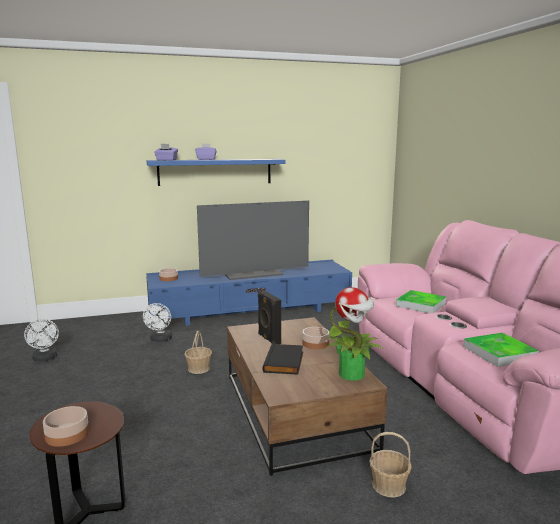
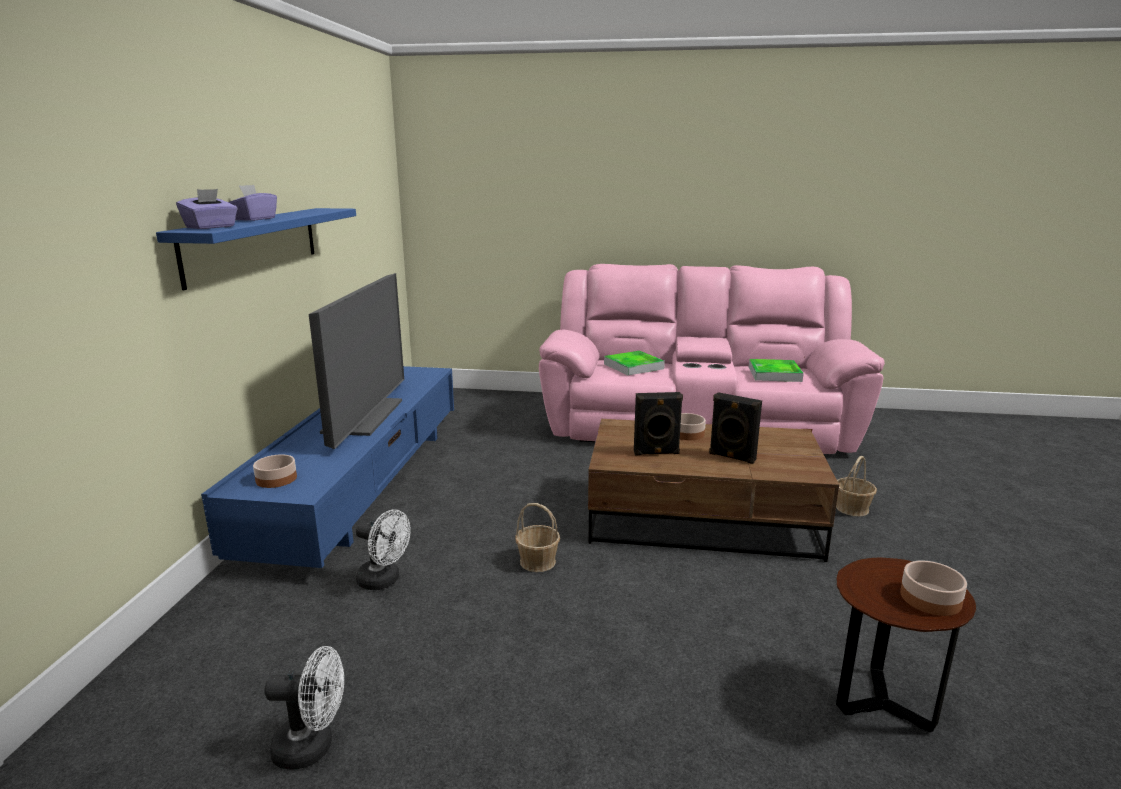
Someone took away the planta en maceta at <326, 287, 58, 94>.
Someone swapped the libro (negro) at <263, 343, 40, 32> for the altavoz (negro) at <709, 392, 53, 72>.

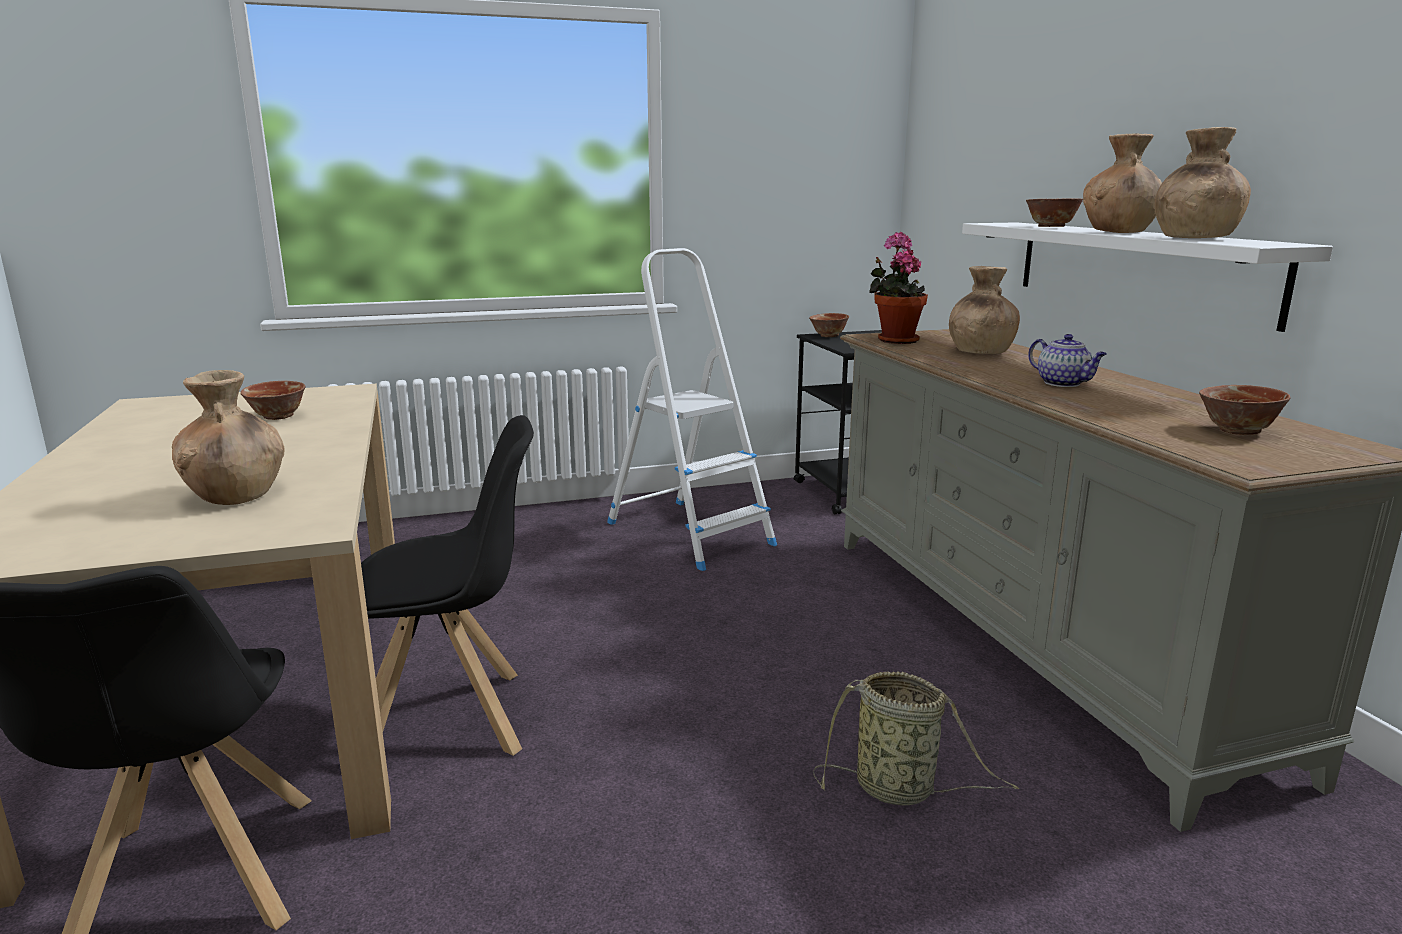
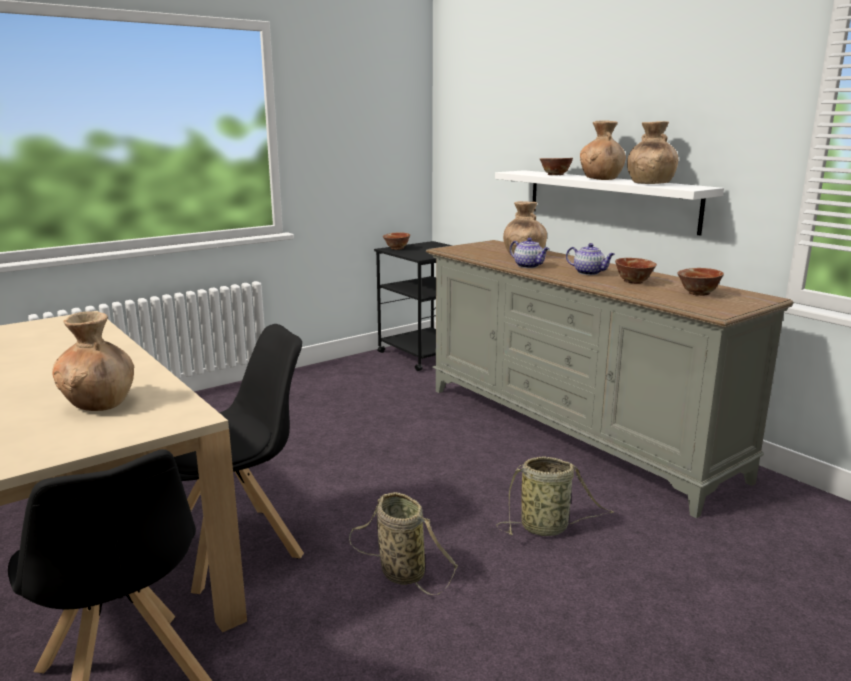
Someone took away the planta en maceta at <869, 232, 59, 112>.
Someone took away the escalera de tijera (blanco) at <607, 248, 170, 323>.
Someone carried the cuenco from <240, 381, 65, 39> to <615, 258, 42, 26>.
Someone put down the tetera at <510, 238, 39, 30>.
Someone put down the cesta at <349, 492, 109, 103>.

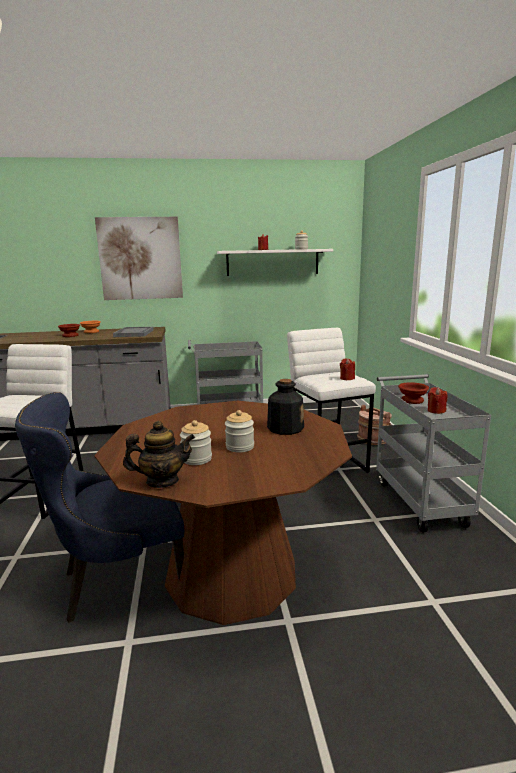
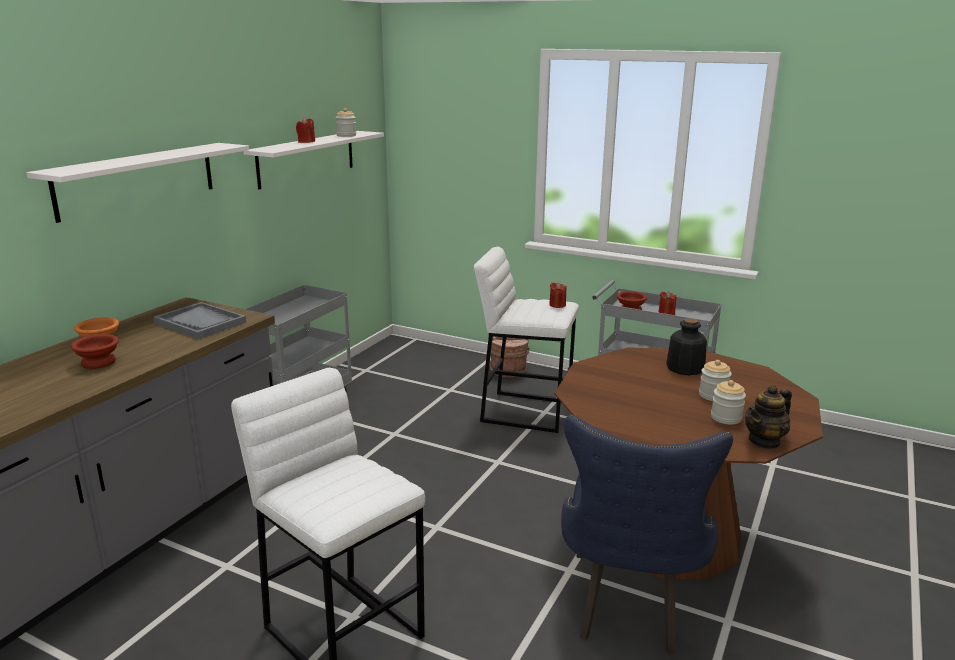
Someone swapped the cuadro at <95, 217, 88, 83> for the estante (blanco) at <27, 143, 222, 80>.
Someone rotated the tetera at <123, 421, 72, 67> by 150 degrees counterclockwise.

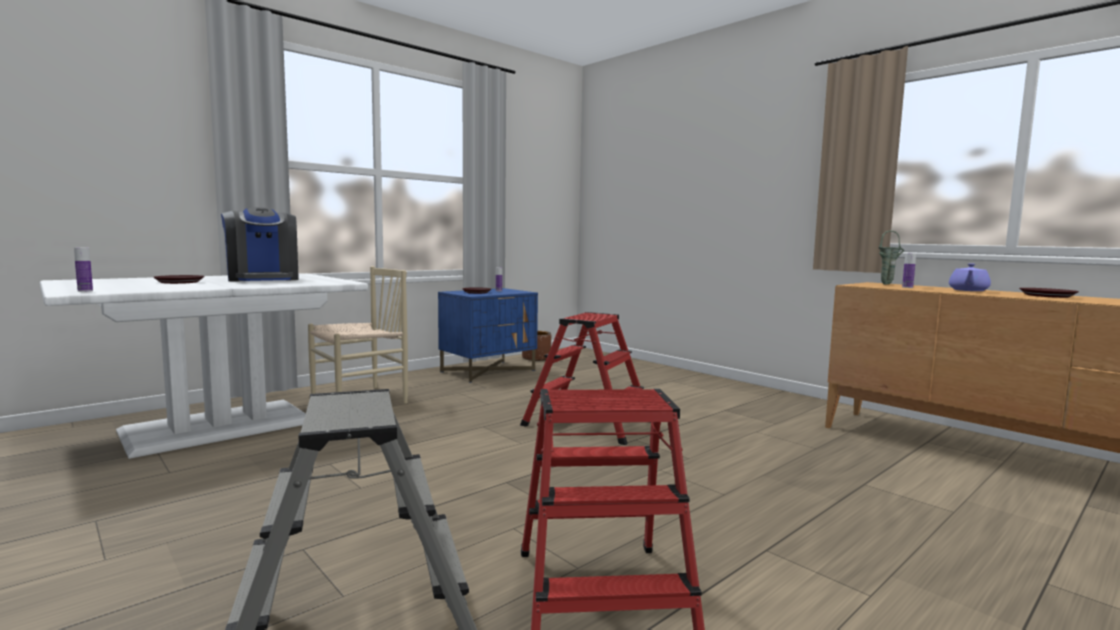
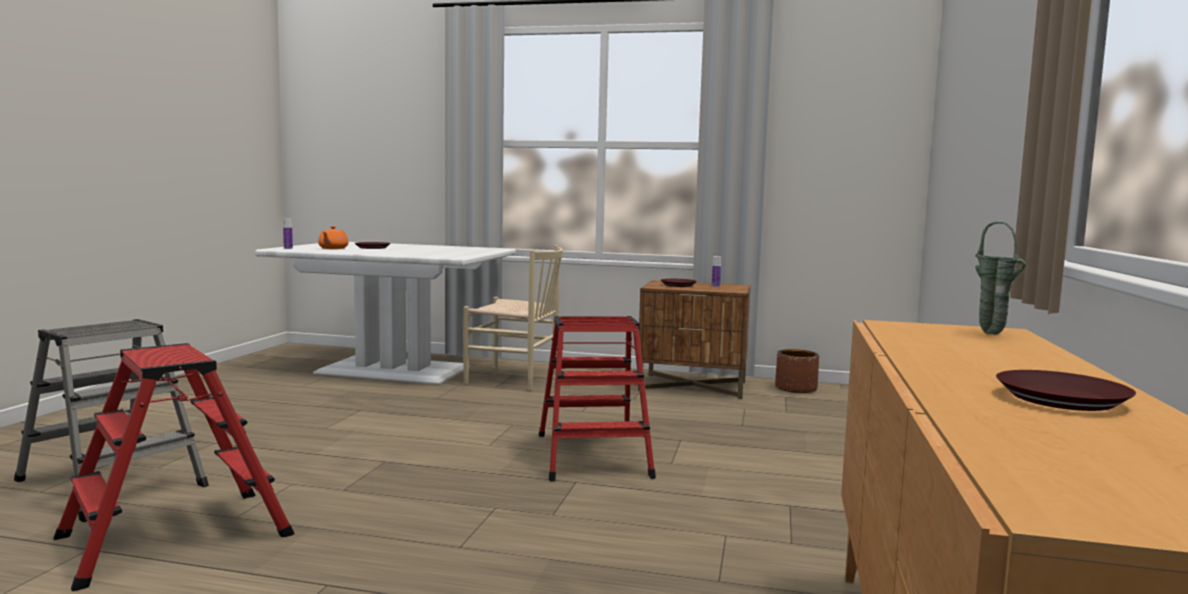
Someone took away the cafetera at <221, 207, 78, 74>.
Someone took away the botella at <902, 253, 14, 35>.
Someone took away the tetera (morado) at <949, 263, 42, 28>.
Someone repainted the mesita de noche (azul) at <438, 288, 100, 94>, which became the mesita de noche (marrón) at <638, 280, 113, 119>.
Someone put down the tetera (naranja) at <318, 226, 30, 23>.

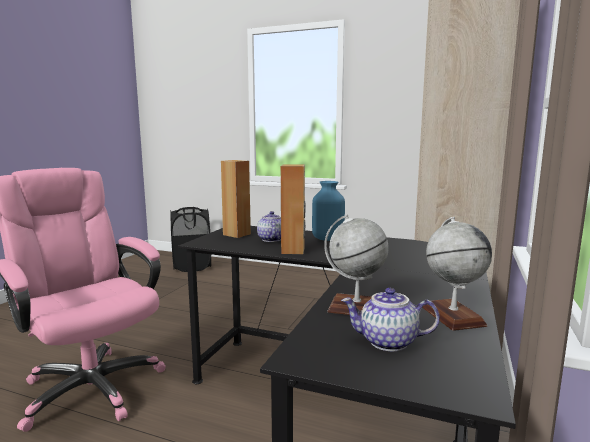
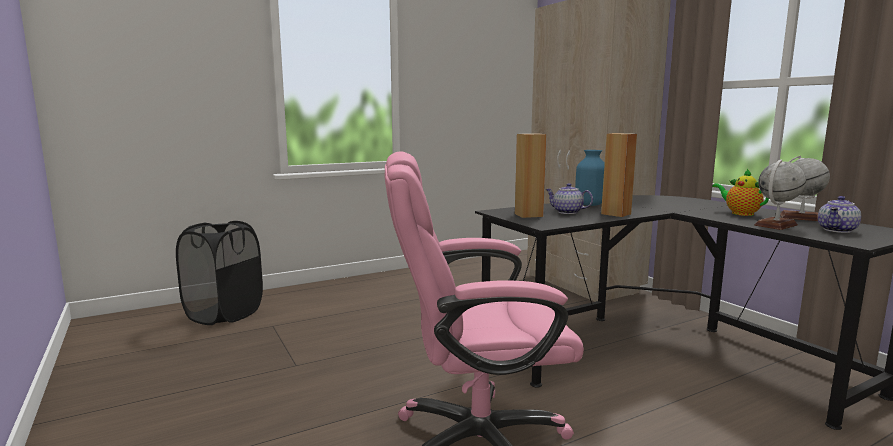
Someone put down the tetera at <712, 169, 57, 47>.

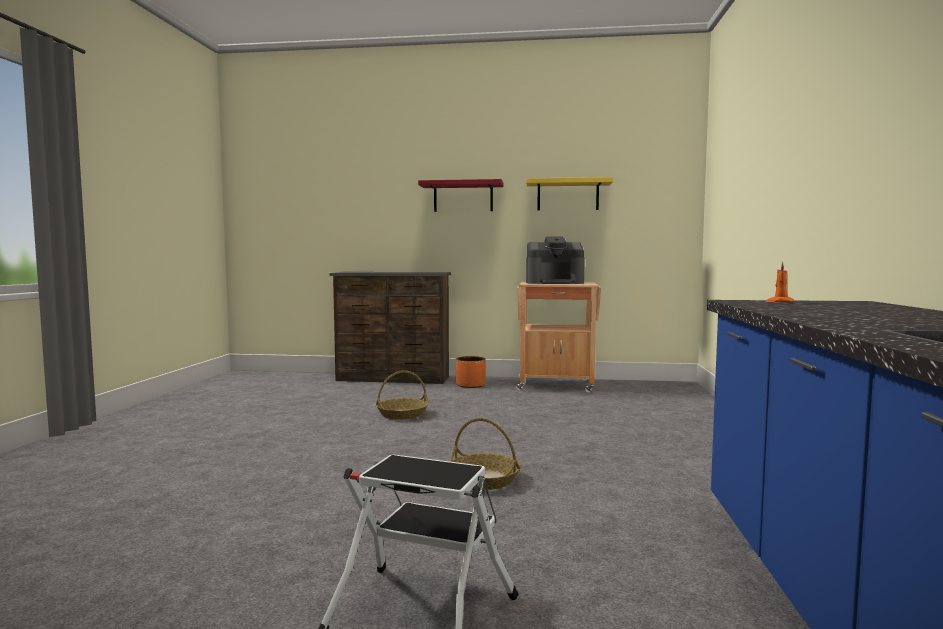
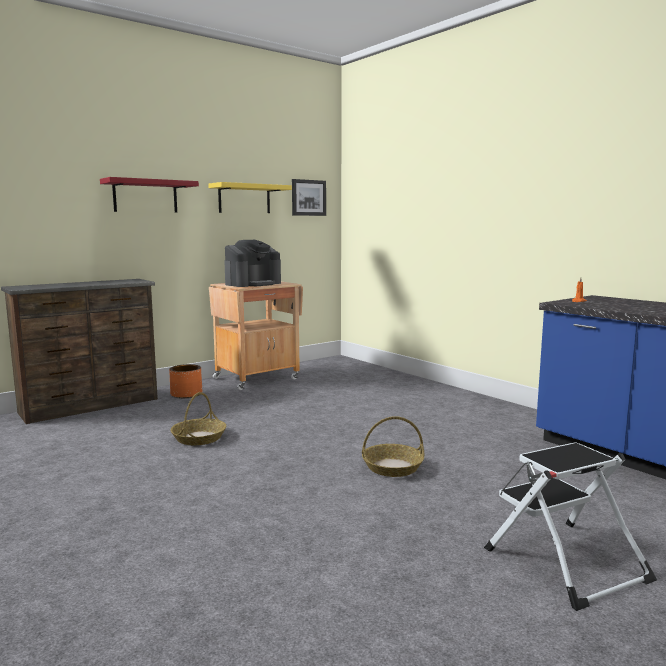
Someone put up the cuadro at <292, 179, 34, 37>.

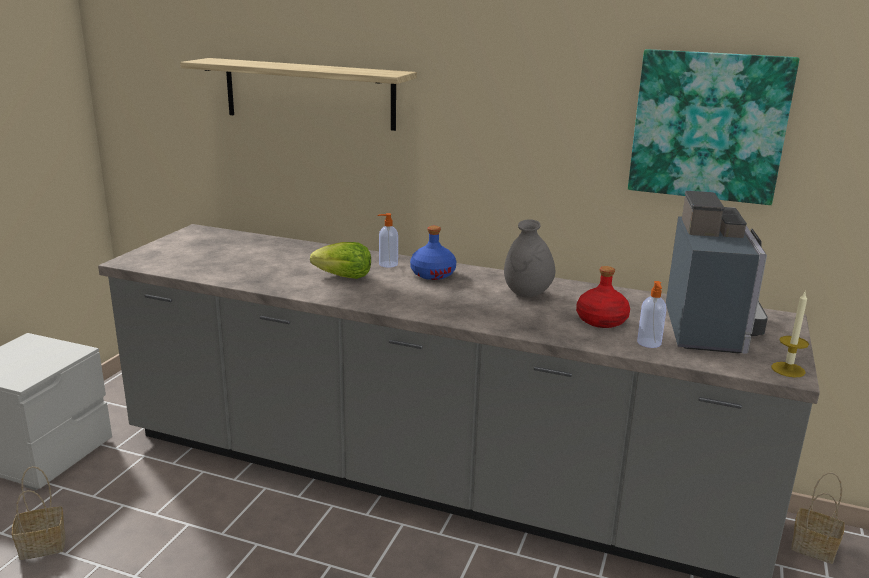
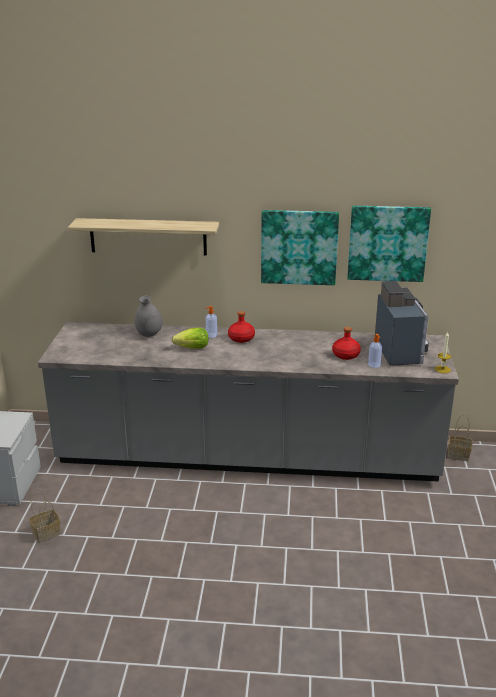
Someone carried the florero (gris) from <504, 219, 51, 78> to <135, 296, 28, 41>.
Someone repainted the botella (azul) at <410, 226, 46, 54>, which became the botella (rojo) at <228, 311, 27, 32>.
Someone put up the cuadro at <261, 210, 78, 75>.

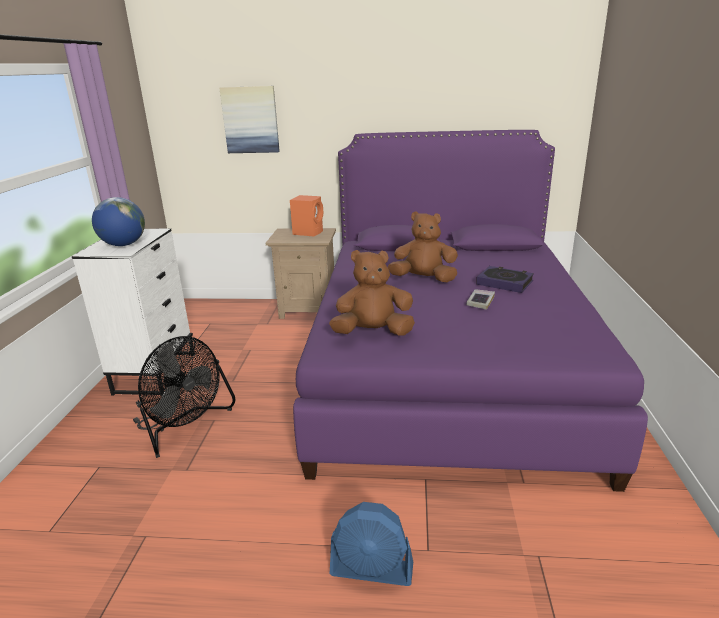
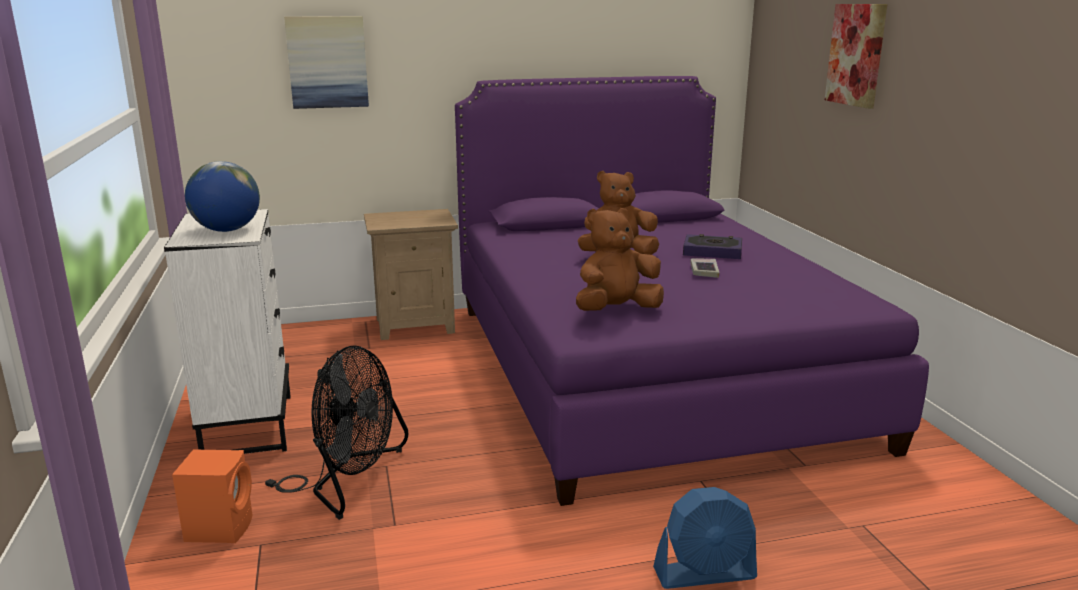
Someone carried the altavoz (naranja) from <290, 195, 33, 42> to <172, 449, 80, 94>.
Someone put up the cuadro at <825, 4, 62, 105>.

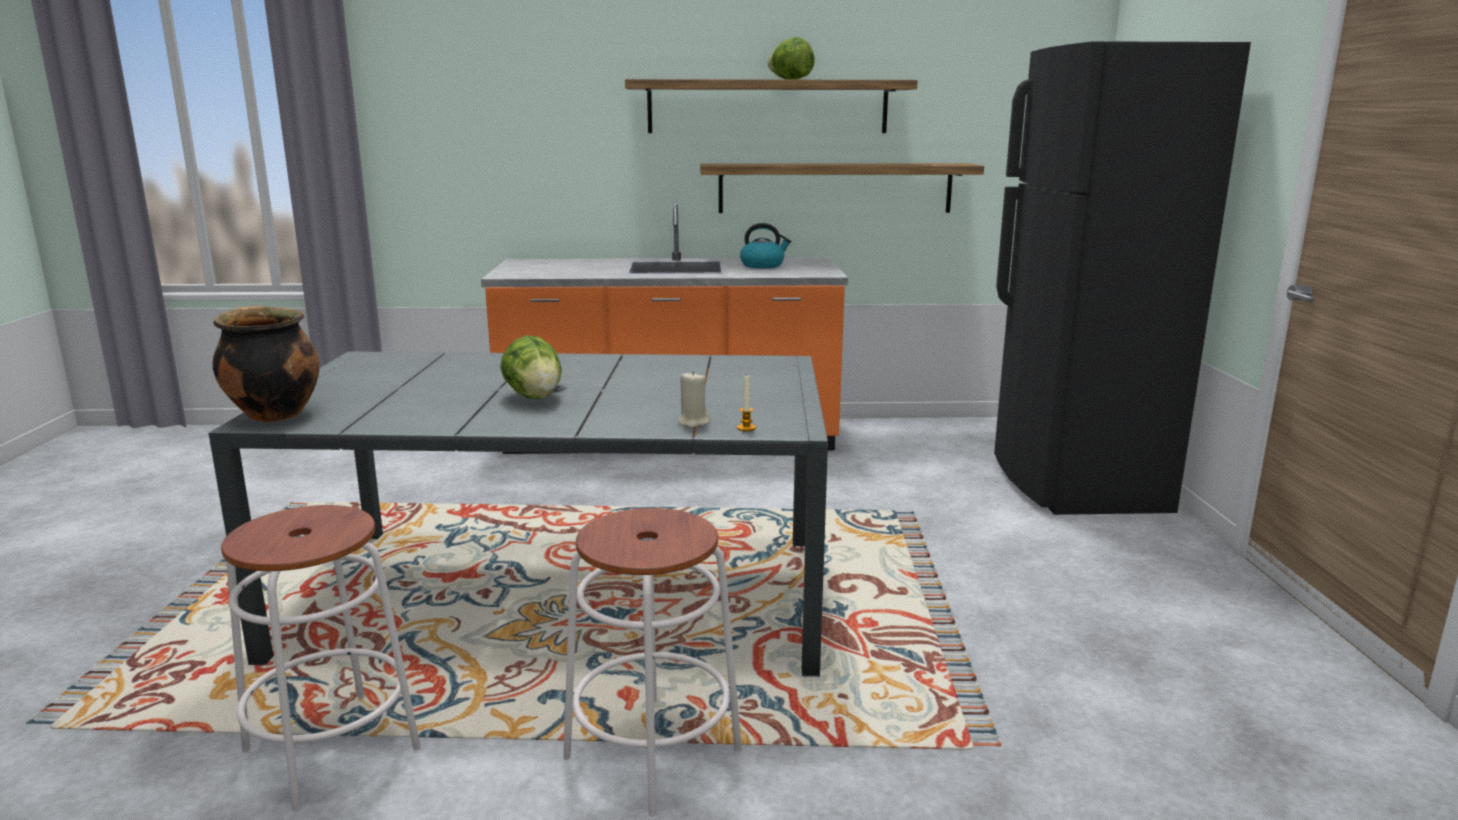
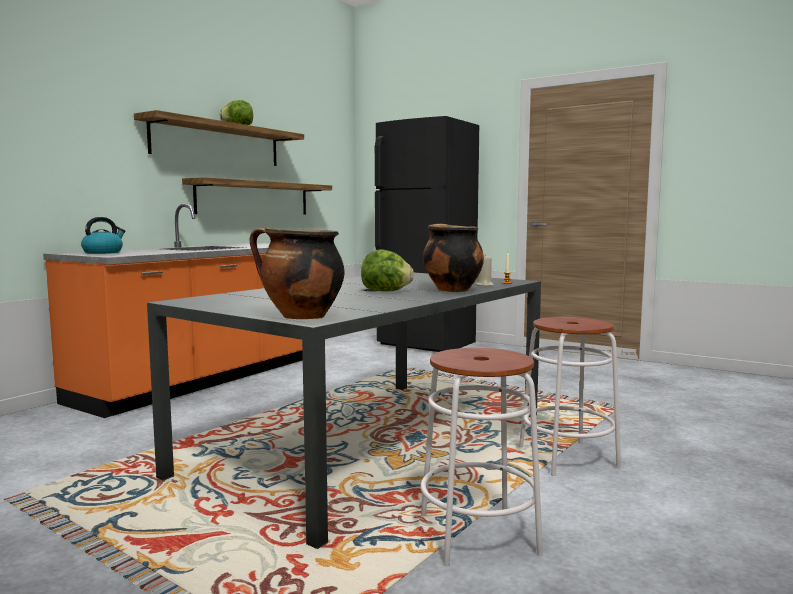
Someone carried the hervidor from <740, 223, 51, 45> to <81, 217, 45, 37>.
Someone put down the olla at <423, 224, 61, 68>.

